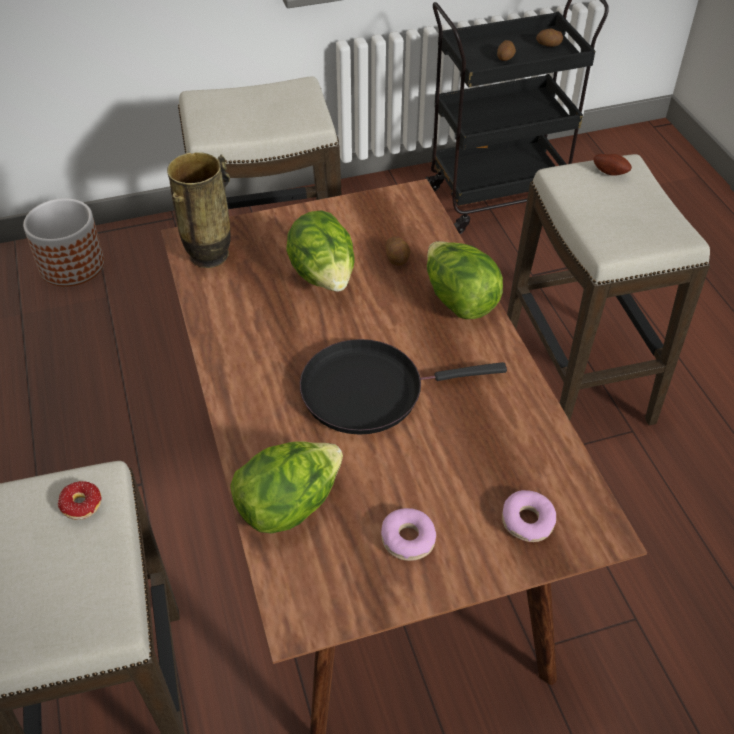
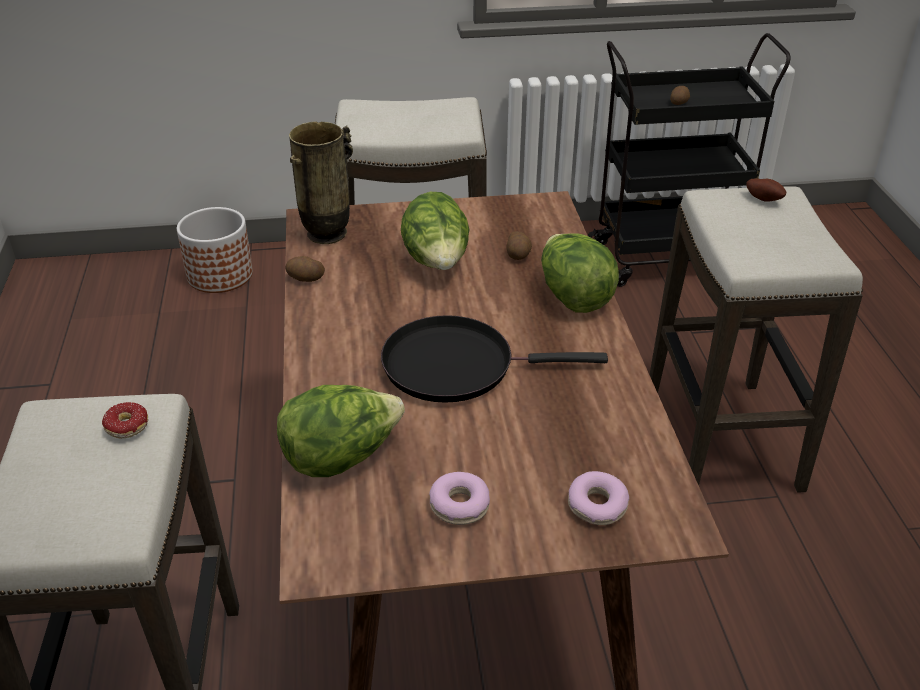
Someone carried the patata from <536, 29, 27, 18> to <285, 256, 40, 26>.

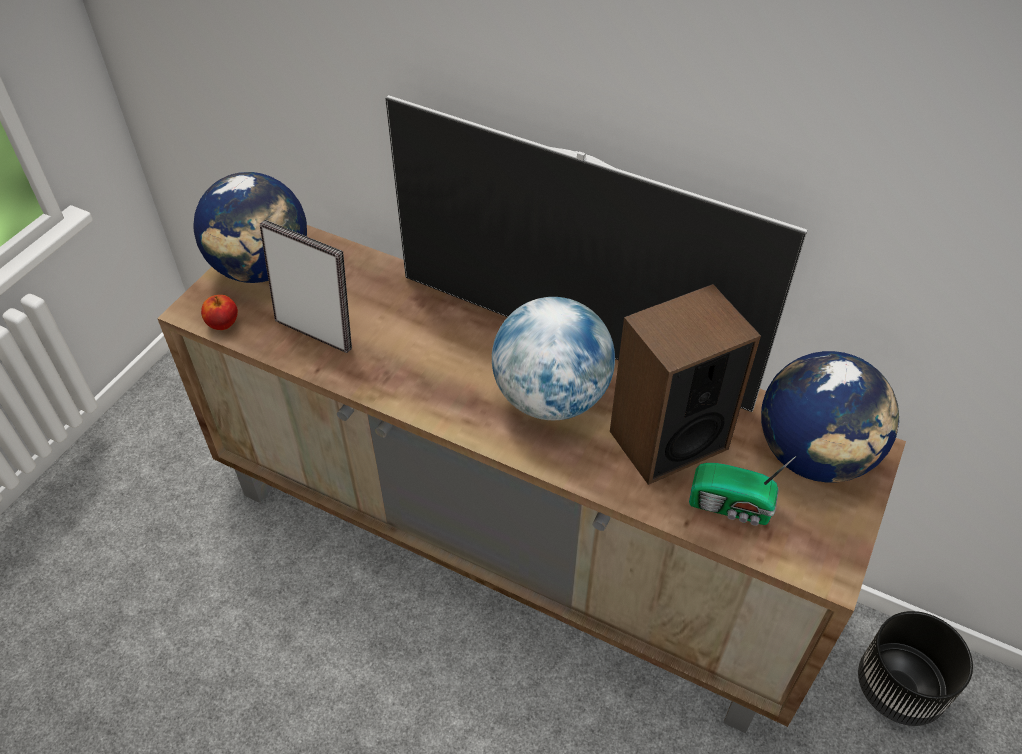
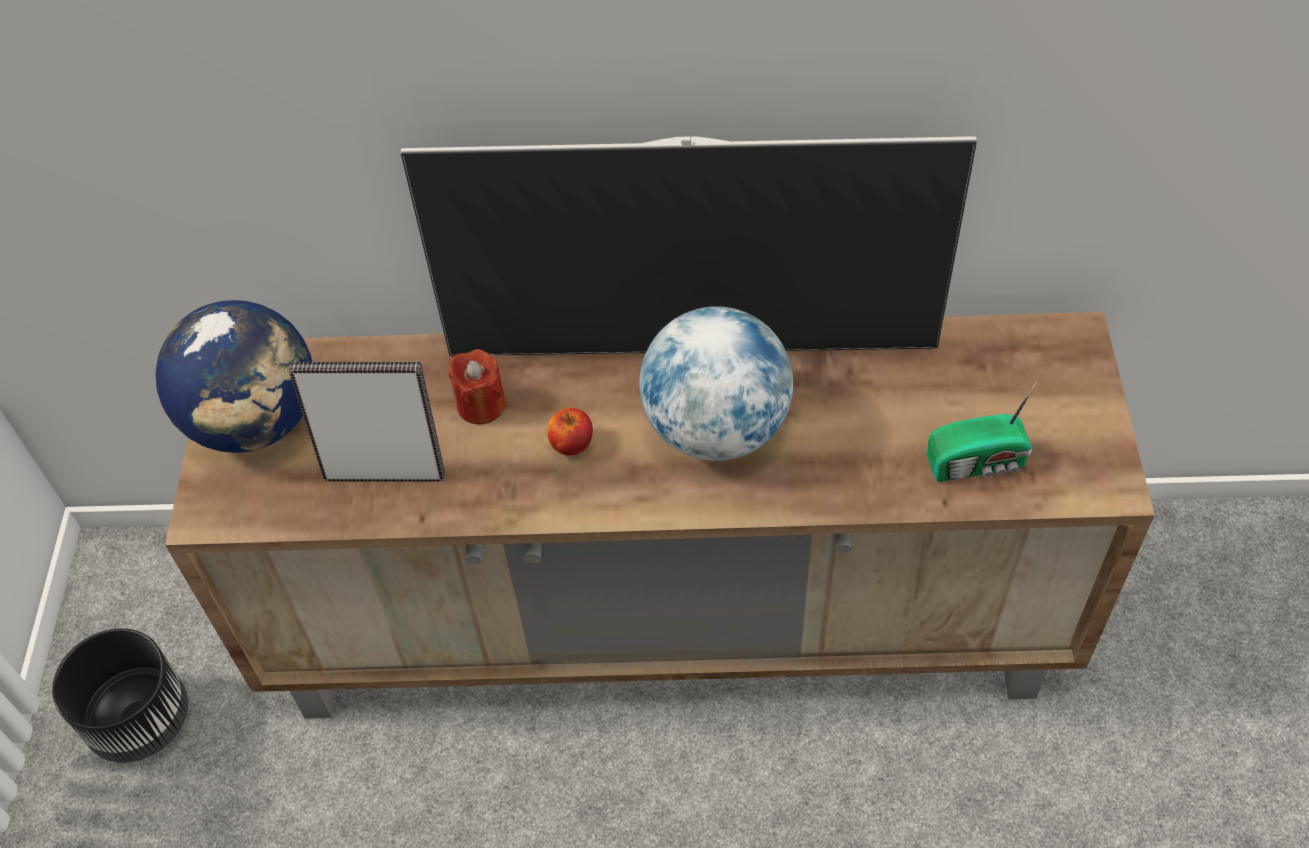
Someone took away the altavoz at <610, 284, 151, 201>.
Someone carried the manzana from <201, 295, 37, 35> to <547, 408, 46, 48>.
Someone took away the globo terráqueo at <761, 351, 138, 131>.
Someone carried the maceta (negro) from <858, 611, 115, 115> to <52, 628, 136, 135>.
Someone put down the vela (rojo) at <449, 349, 57, 75>.

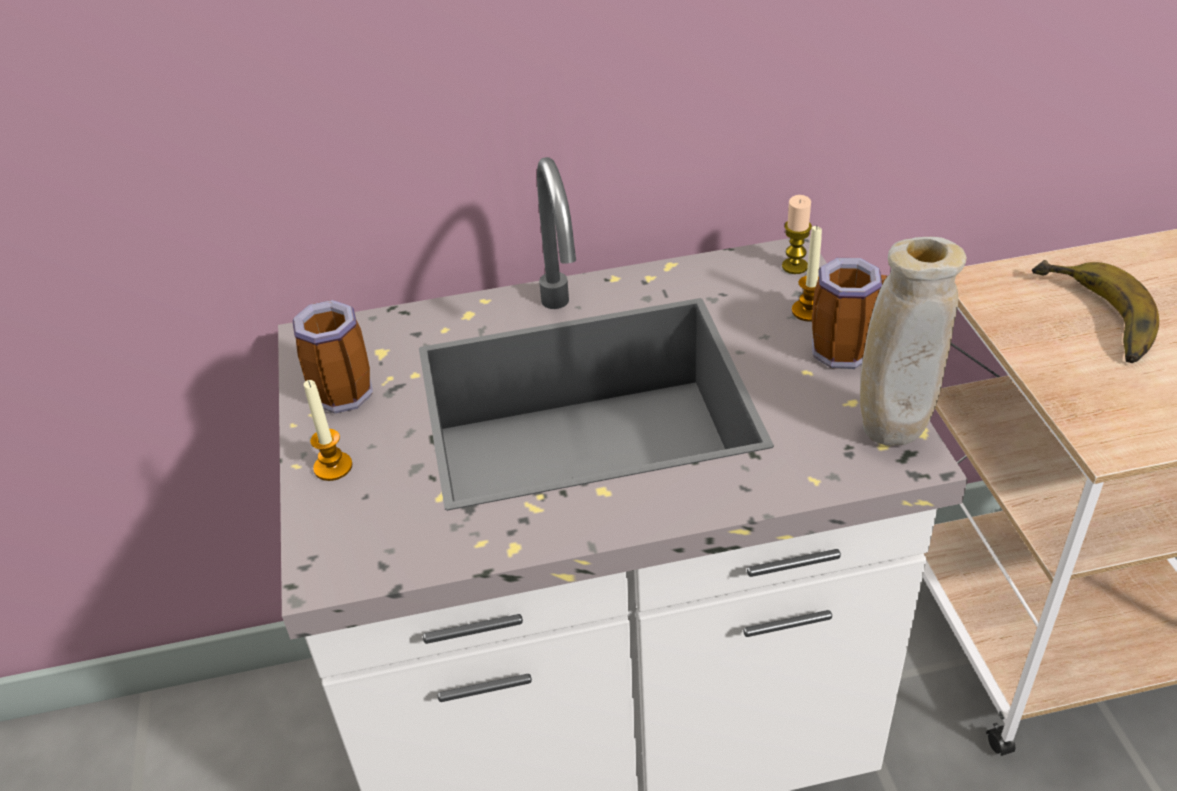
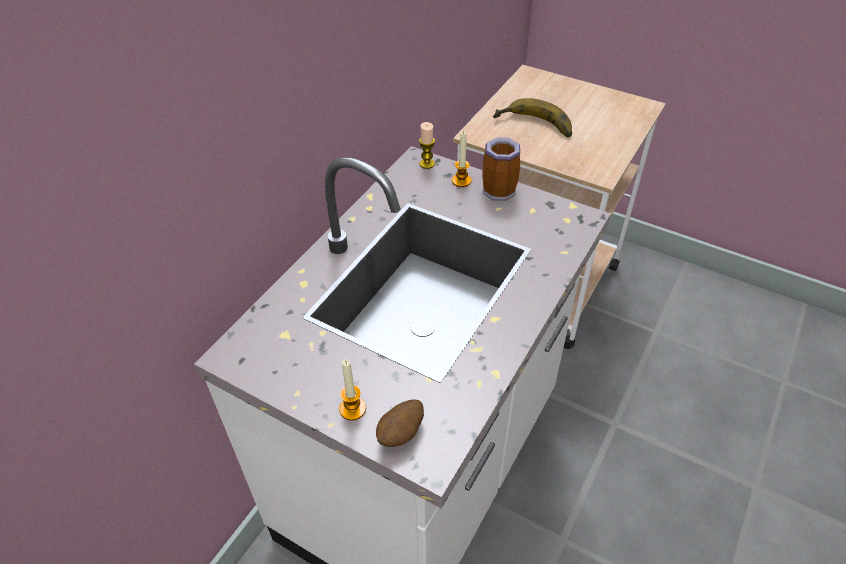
Someone took away the florero (beis) at <860, 237, 107, 209>.
Someone took away the taza grande at <293, 300, 80, 113>.
Someone put down the patata at <376, 399, 48, 48>.

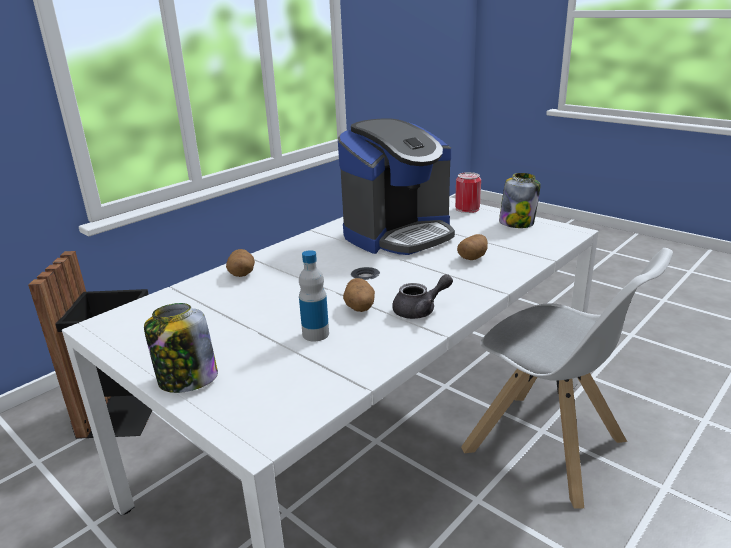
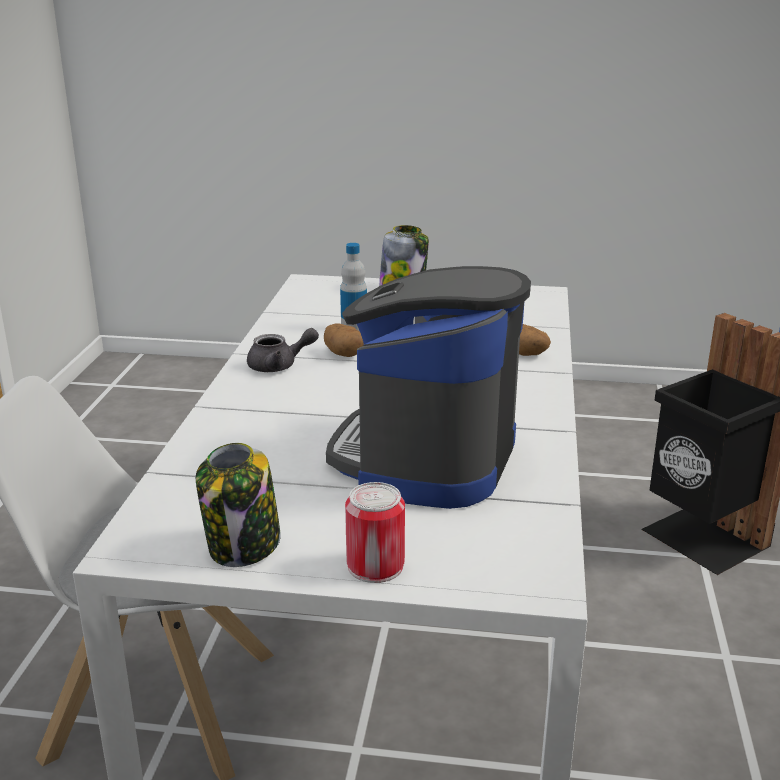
Someone took away the patata at <457, 234, 31, 26>.
Someone rotated the tetera (gris) at <392, 274, 61, 45> by 135 degrees counterclockwise.

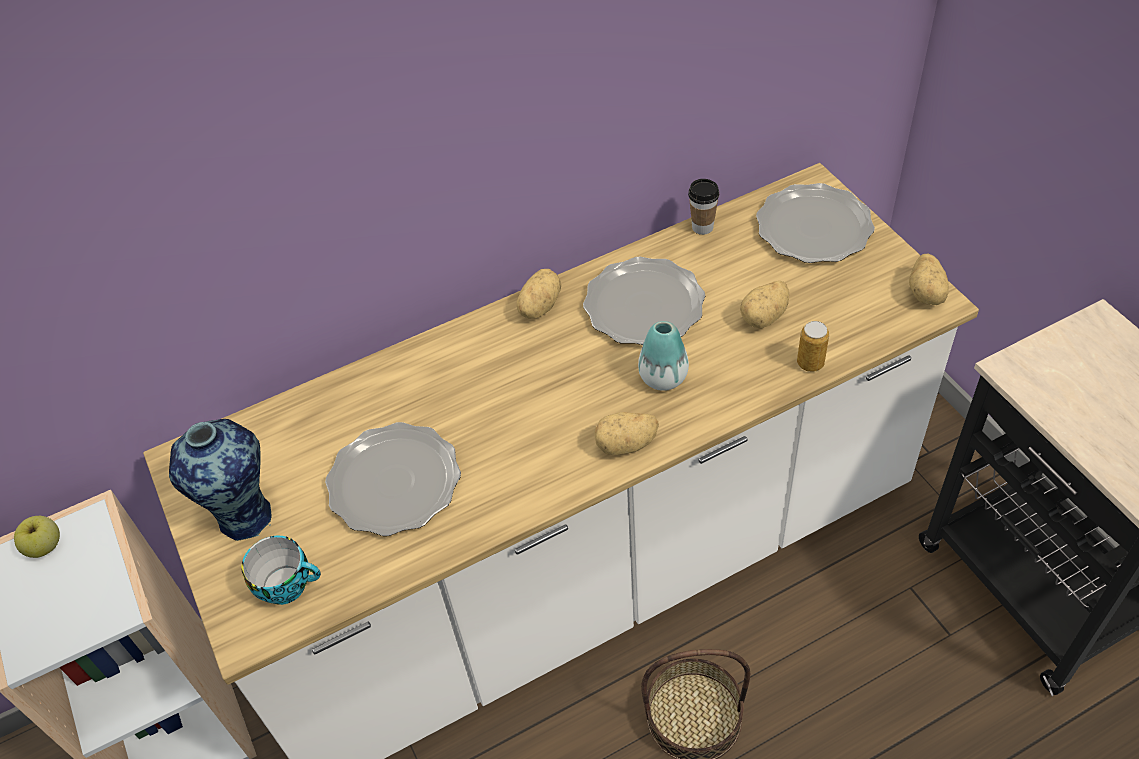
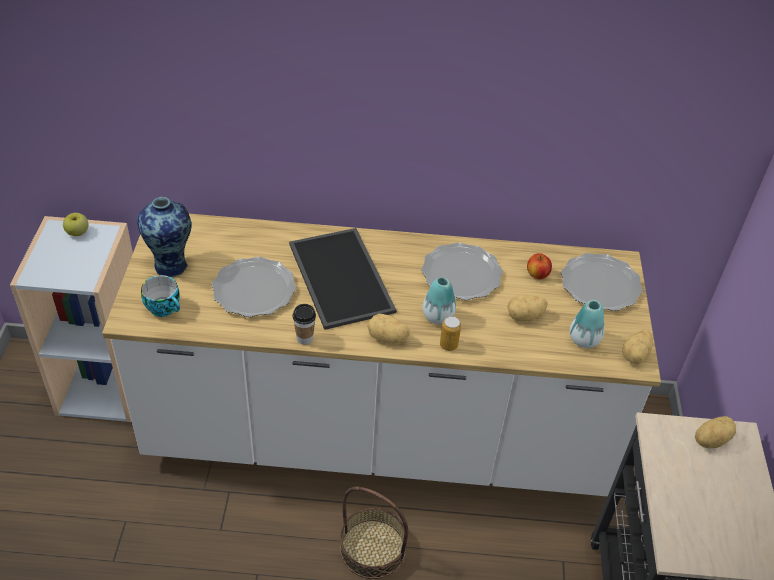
Someone carried the taza from <688, 179, 31, 56> to <293, 304, 23, 41>.
Someone carried the patata from <517, 269, 44, 49> to <695, 416, 41, 32>.
Someone carried the lata from <797, 321, 32, 51> to <440, 316, 21, 35>.
Someone put down the bandeja at <289, 228, 107, 102>.
Someone put down the manzana at <527, 253, 25, 26>.
Someone put down the florero at <570, 300, 34, 48>.

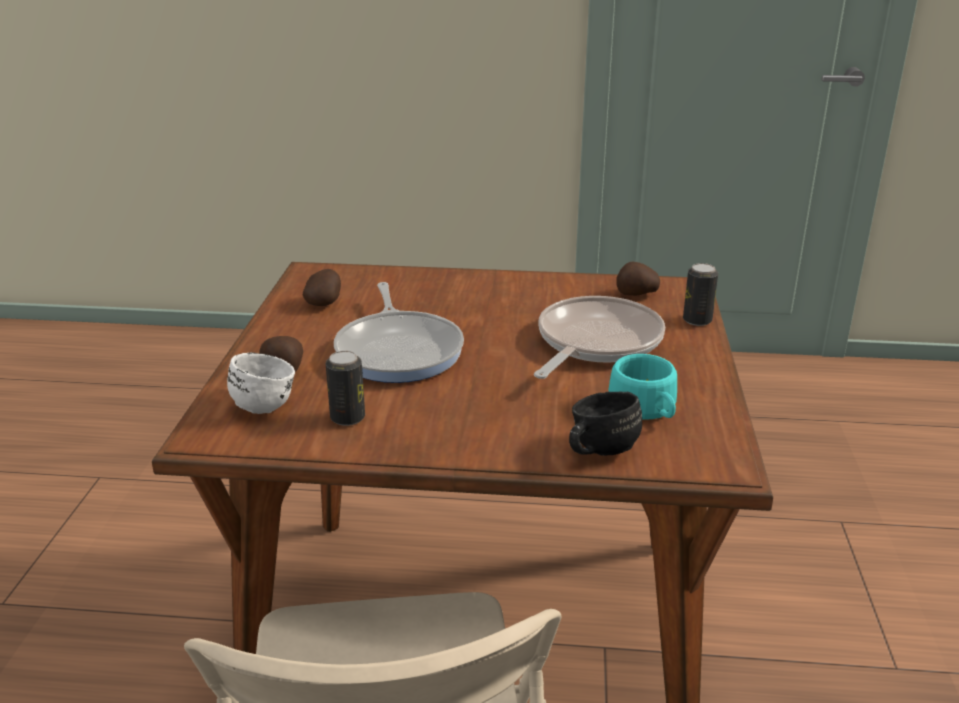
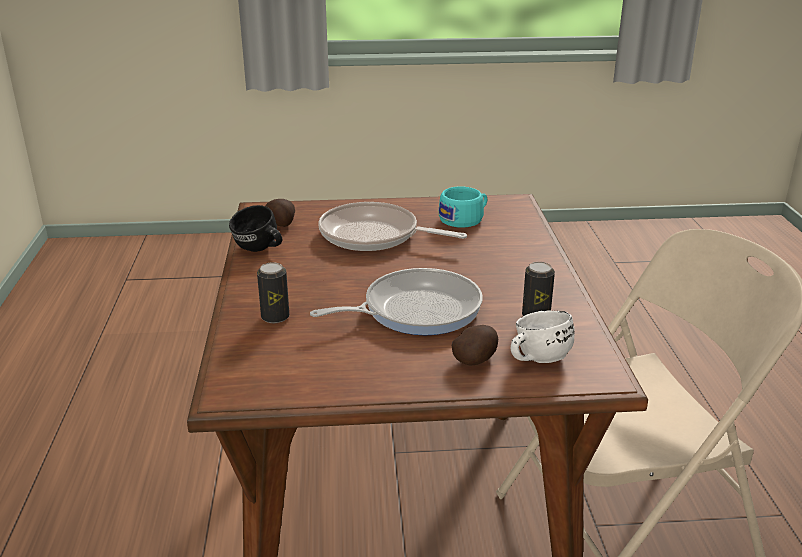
Someone carried the lata from <683, 263, 35, 63> to <257, 262, 32, 61>.
Someone took away the patata at <303, 269, 38, 37>.
Someone carried the taza grande (negro) from <569, 391, 73, 65> to <229, 205, 53, 47>.

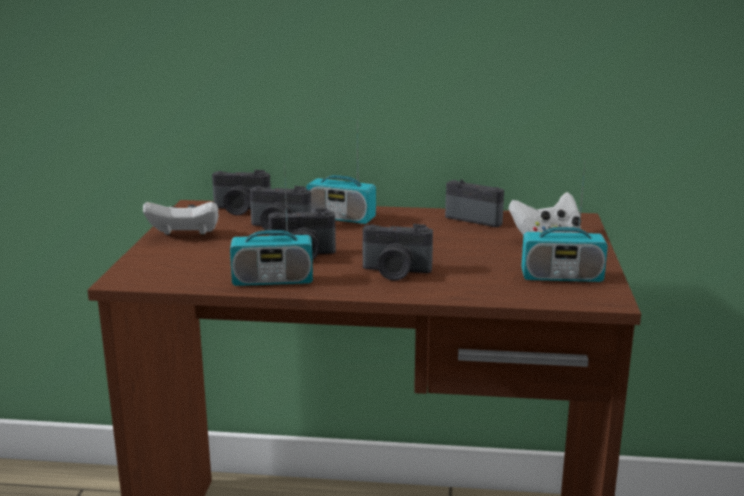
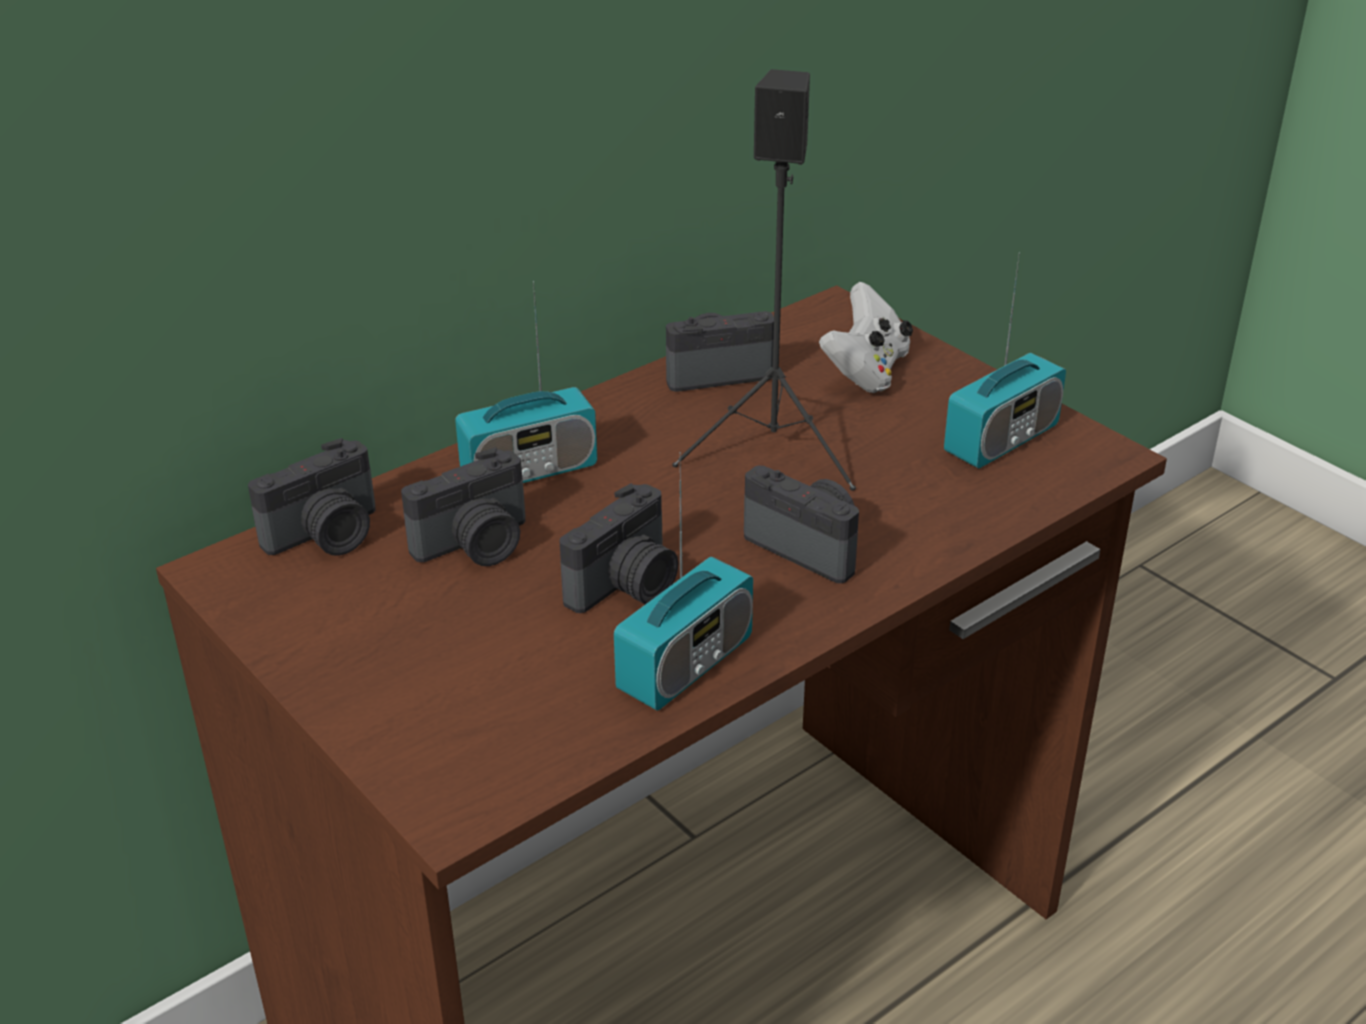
Someone took away the mando de consola (blanco) at <143, 202, 75, 33>.
Someone rotated the cámara at <363, 224, 70, 57> by 105 degrees counterclockwise.
Someone put down the altavoz (negro) at <672, 69, 184, 422>.

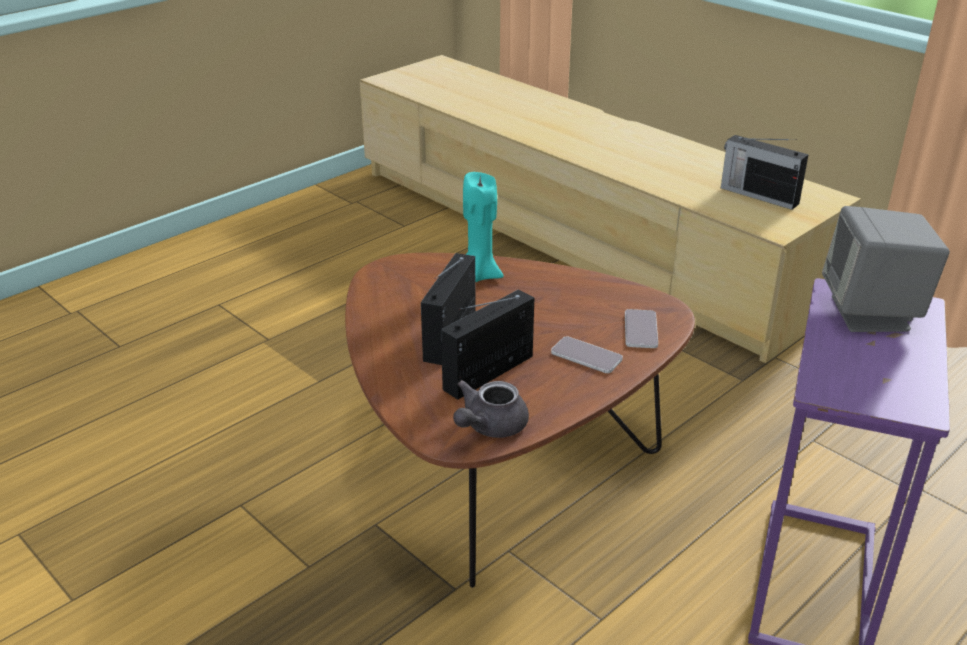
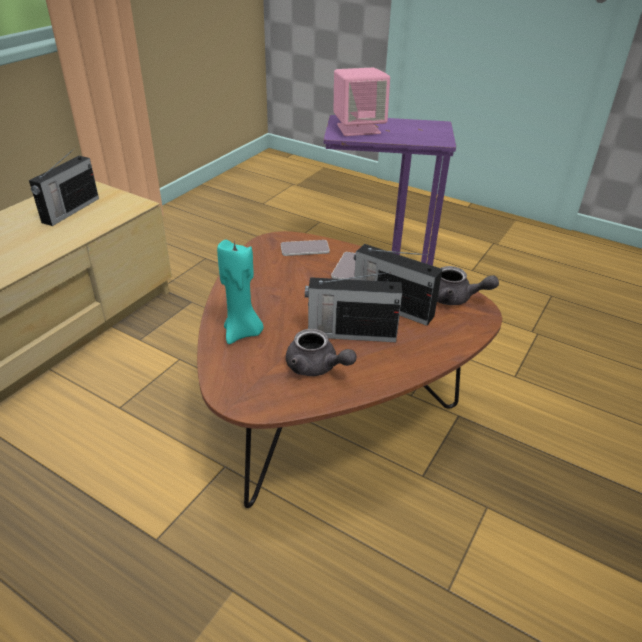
Someone repainted the altavoz (gris) at <822, 206, 128, 126>, which became the altavoz (rosa) at <334, 68, 56, 68>.
Someone put down the tetera (gris) at <286, 329, 71, 47>.

